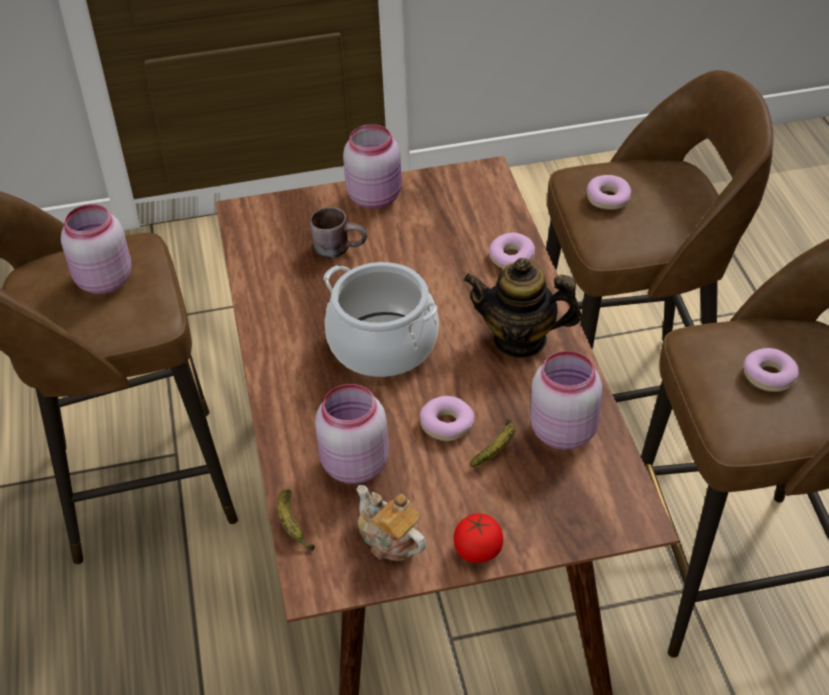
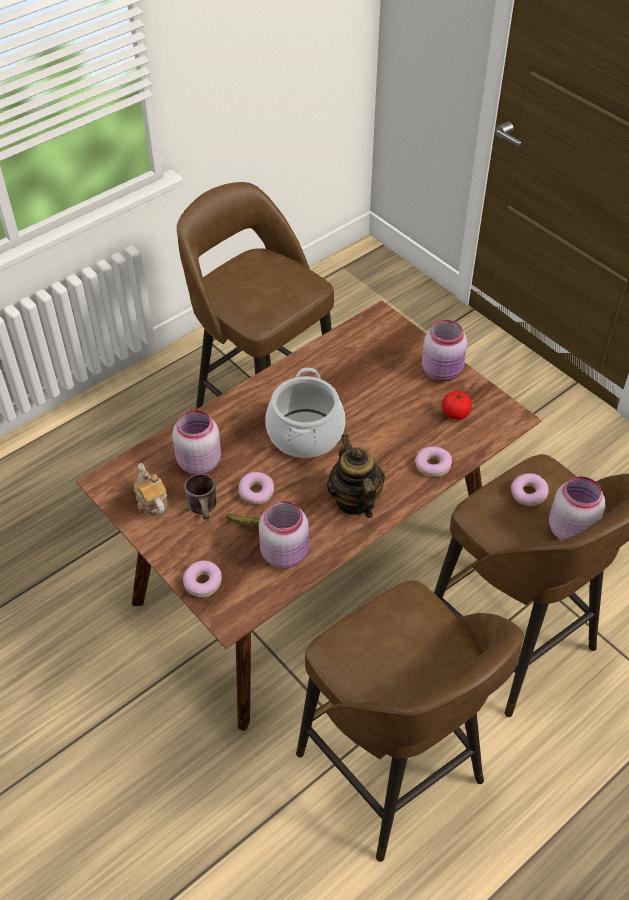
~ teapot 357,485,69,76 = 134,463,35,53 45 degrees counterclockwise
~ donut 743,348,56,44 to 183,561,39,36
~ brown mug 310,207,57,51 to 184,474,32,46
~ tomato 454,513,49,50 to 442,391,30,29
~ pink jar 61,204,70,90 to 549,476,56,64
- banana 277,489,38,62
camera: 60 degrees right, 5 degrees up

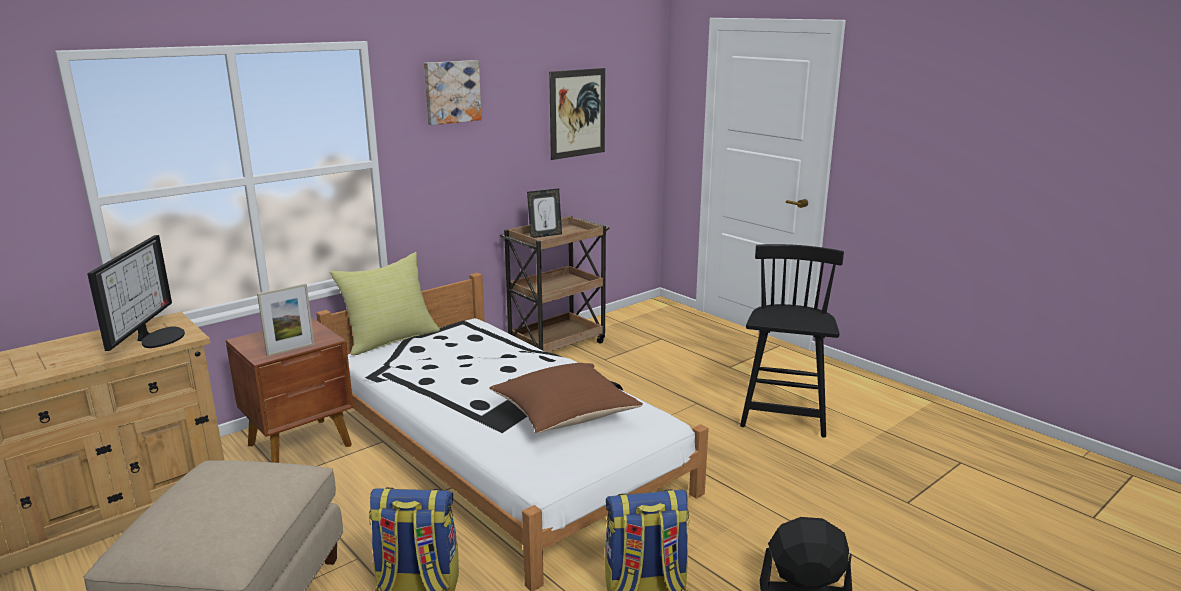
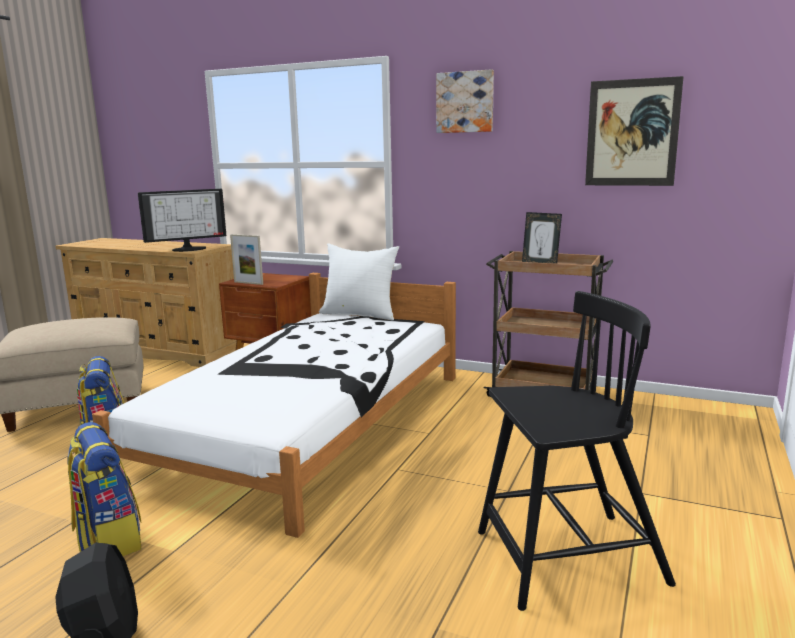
~ yellow pillow 330,252,110,103 to white pillow 319,243,80,77
- brown pillow 489,363,154,70
camera: 65 degrees right, 5 degrees down

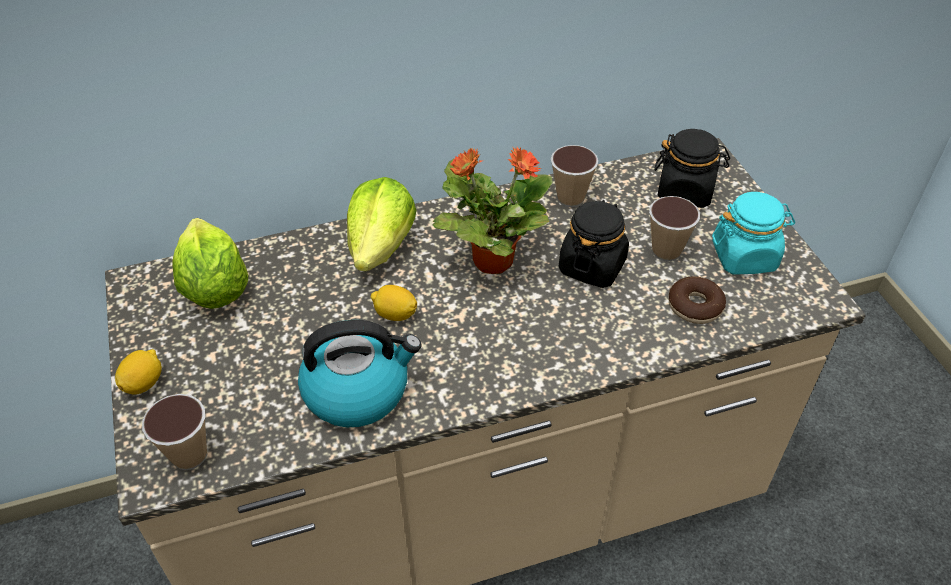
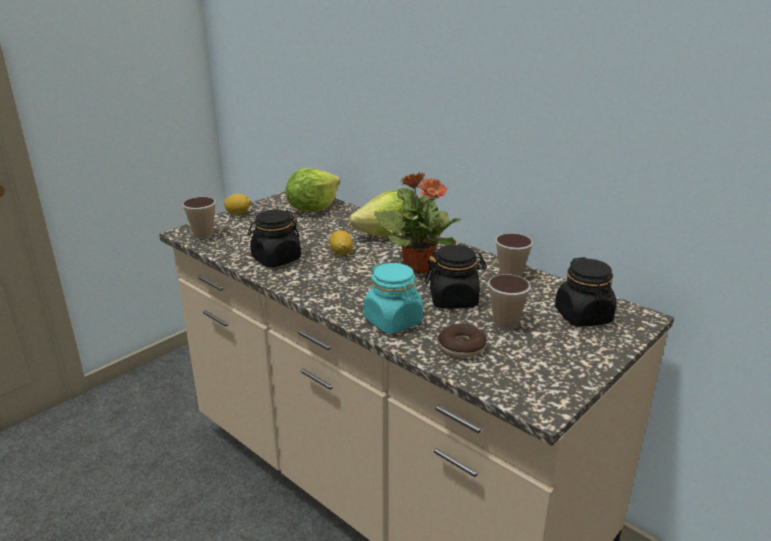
~ kettle 298,320,123,107 to black jar 248,209,53,58
~ turquoise jar 712,192,83,83 to 364,262,59,72
camera: 60 degrees right, 20 degrees down

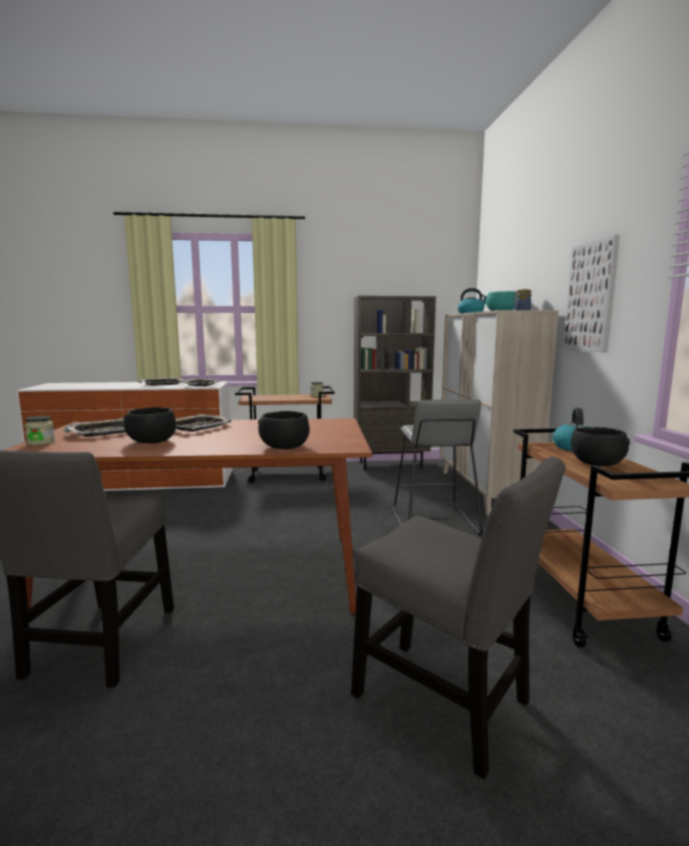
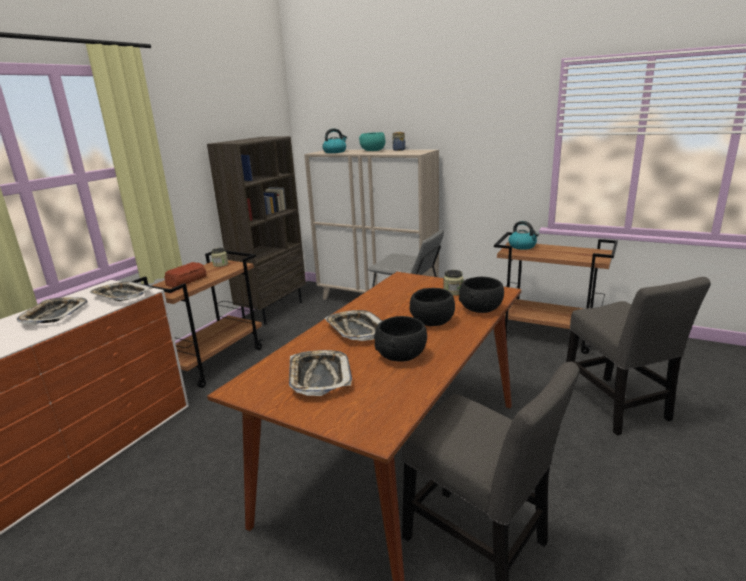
+ bread 164,262,43,26
~ black bowl 571,427,59,39 to 410,288,45,38
~ jar 25,416,30,29 to 444,270,20,26
~ grey chair 351,457,214,322 = 566,277,145,159 90 degrees clockwise
- picture 563,235,57,118
camera: 55 degrees left, 10 degrees up

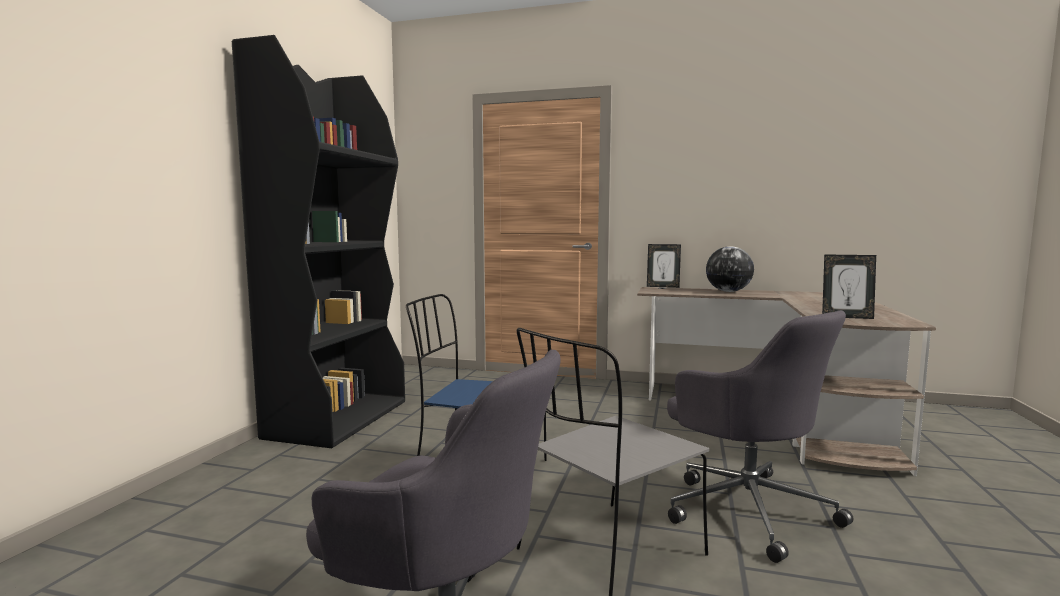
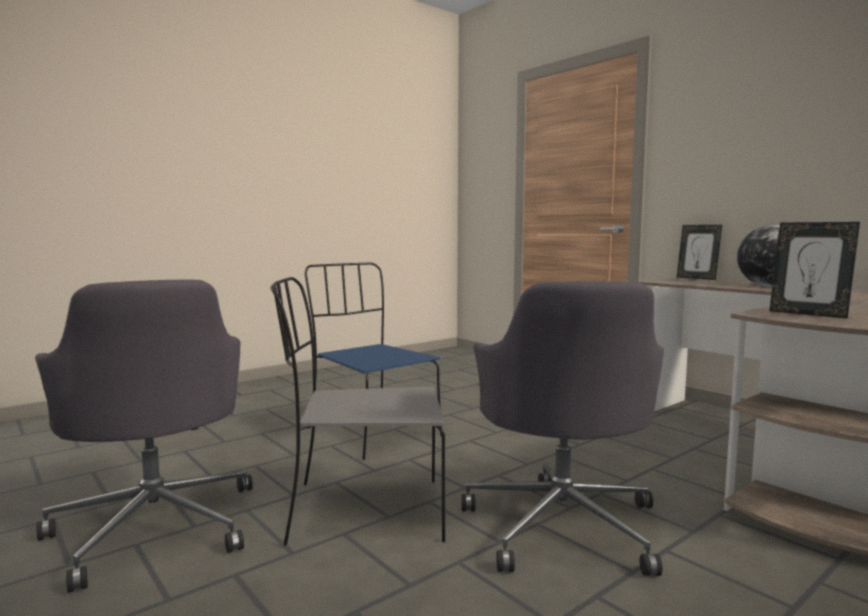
- black bookcase 232,35,173,413
camera: 35 degrees right, 0 degrees up

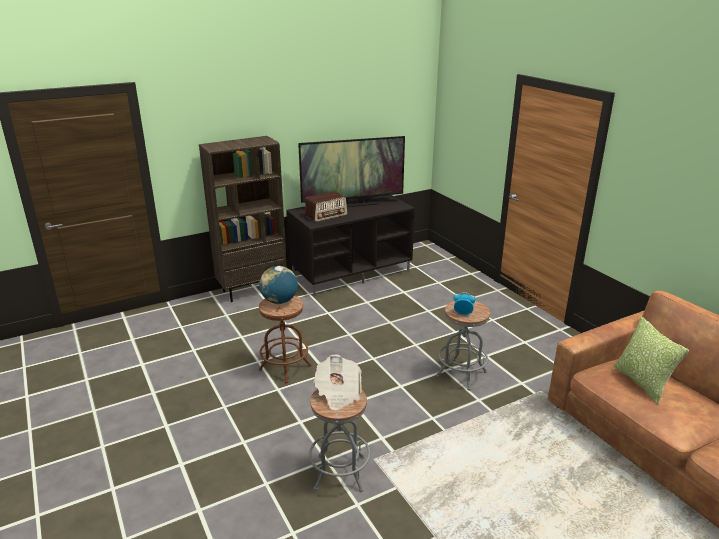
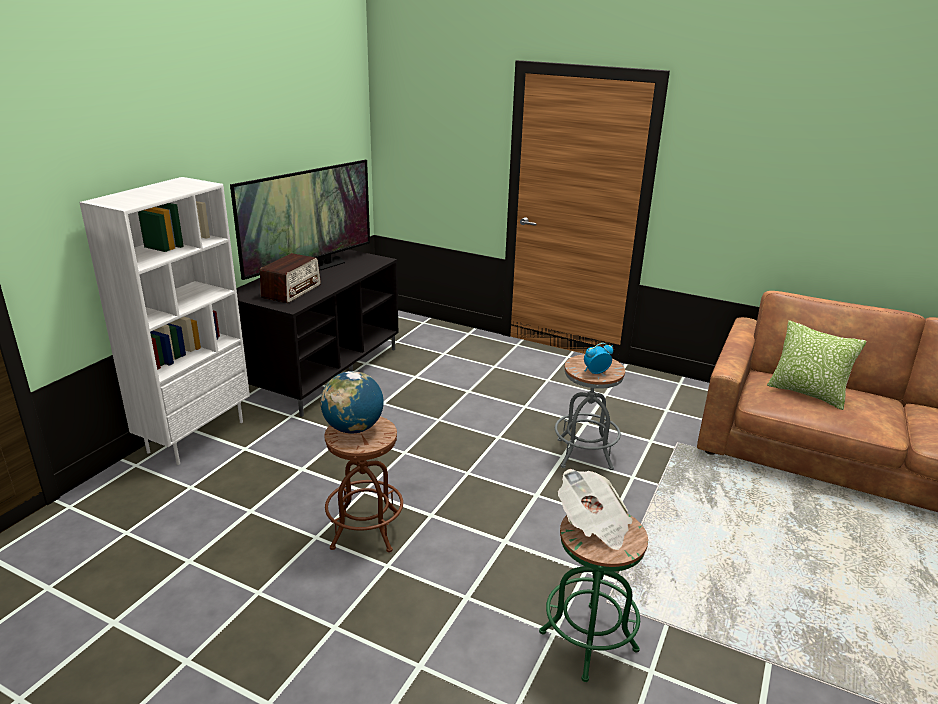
~ brown bookcase 199,136,88,166 to white bookcase 79,177,171,288
~ grey stool 309,389,62,103 to green stool 539,513,109,169
camera: 35 degrees left, 0 degrees up

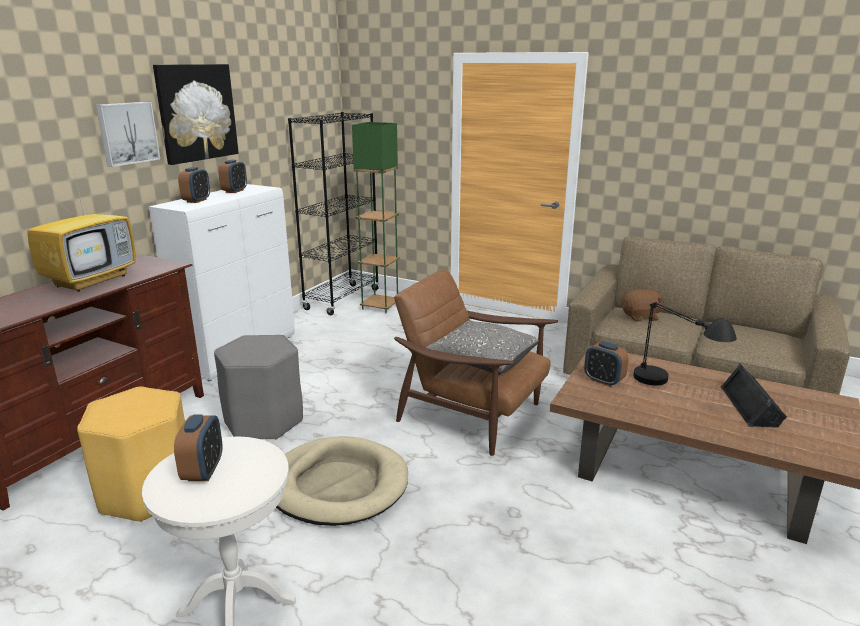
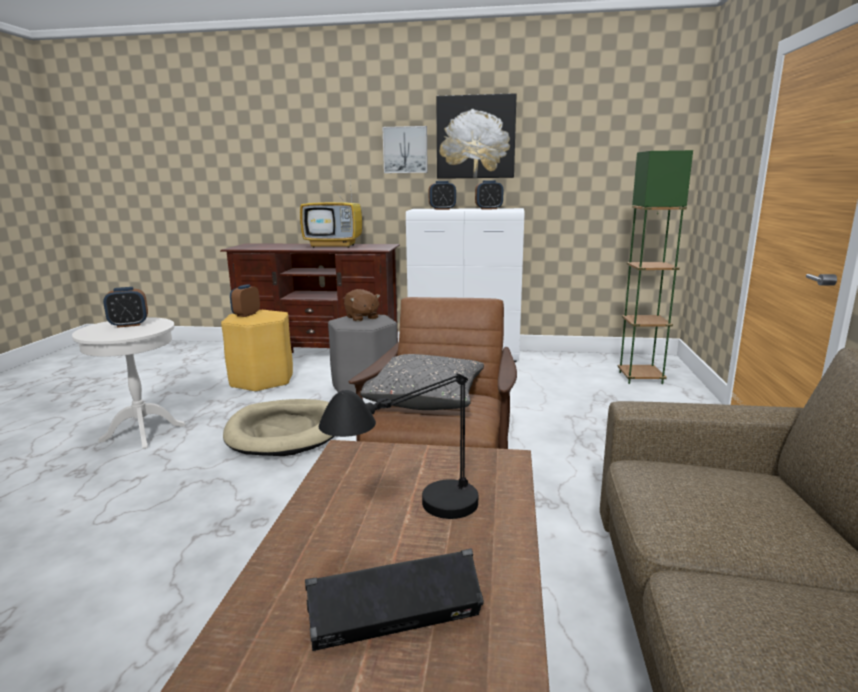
~ alarm clock 584,341,45,46 to 230,284,30,33
~ brown plush toy 621,288,43,34 to 344,289,36,33
- black bookcase 288,112,91,203
camera: 70 degrees right, 5 degrees down

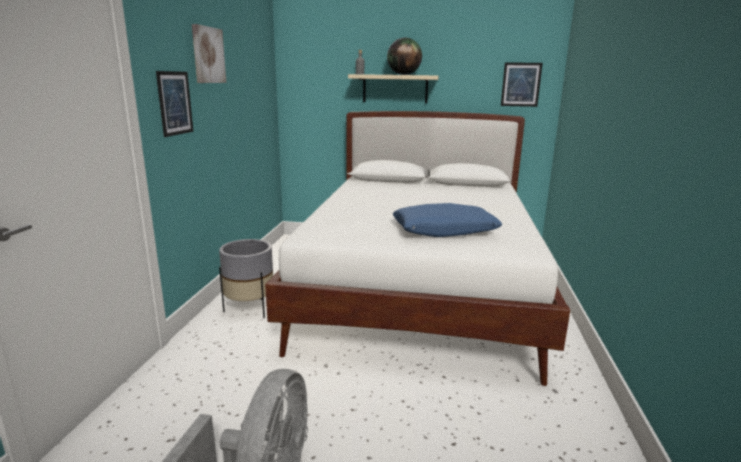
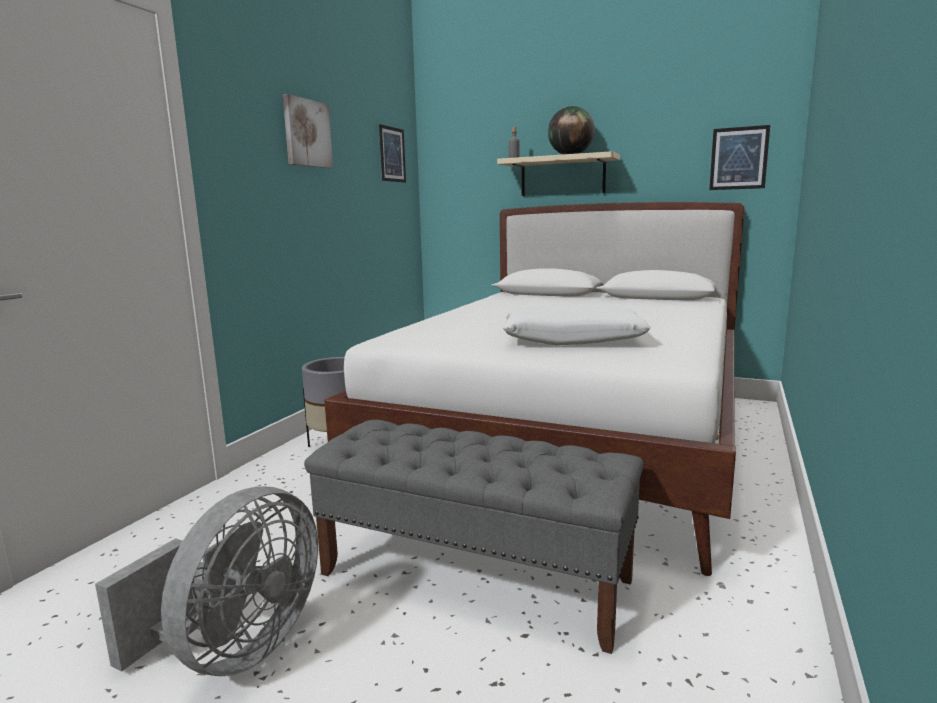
+ grey bench 304,420,340,234
~ picture 156,71,38,66 to 379,124,27,58
~ blue pillow 393,203,109,34 to white pillow 503,304,148,42
camera: 15 degrees right, 5 degrees down

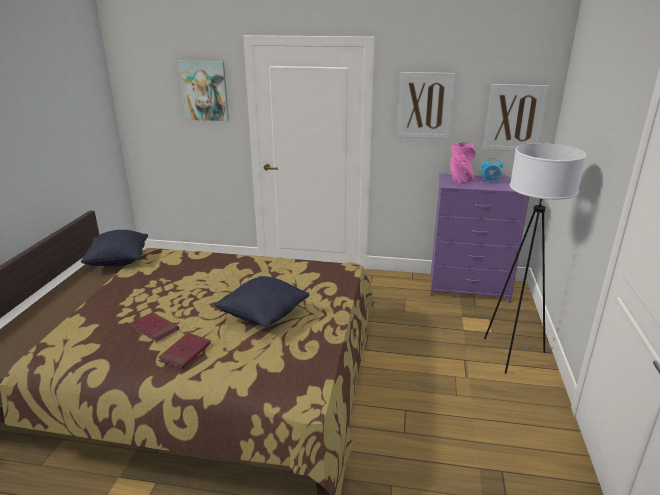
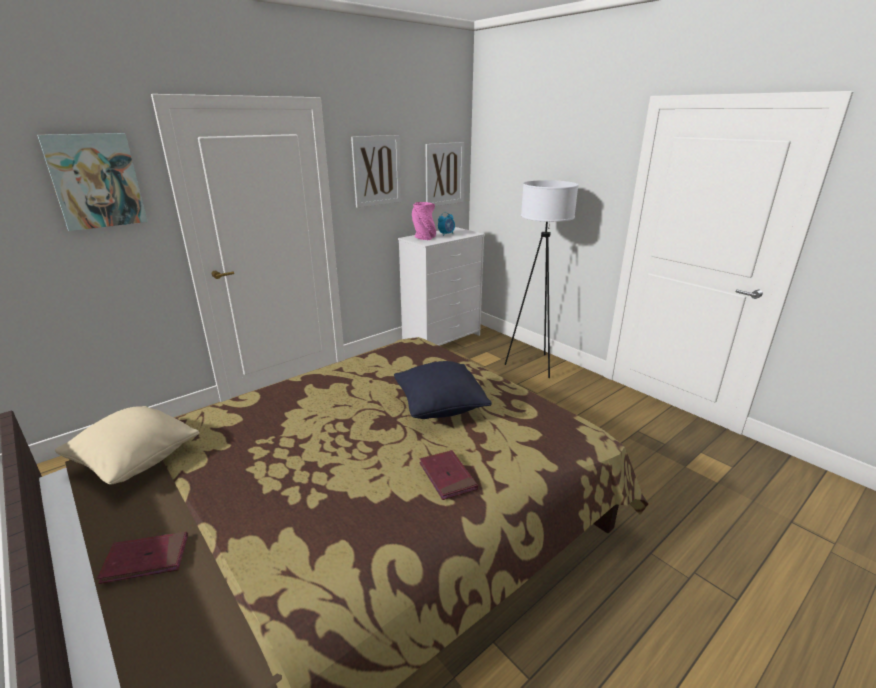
~ black pillow 81,230,67,36 to beige pillow 55,406,145,79
~ red book 130,312,49,30 to 97,532,91,52
~ purple dresser 431,174,98,129 to white dresser 398,227,87,119
camera: 50 degrees left, 0 degrees up

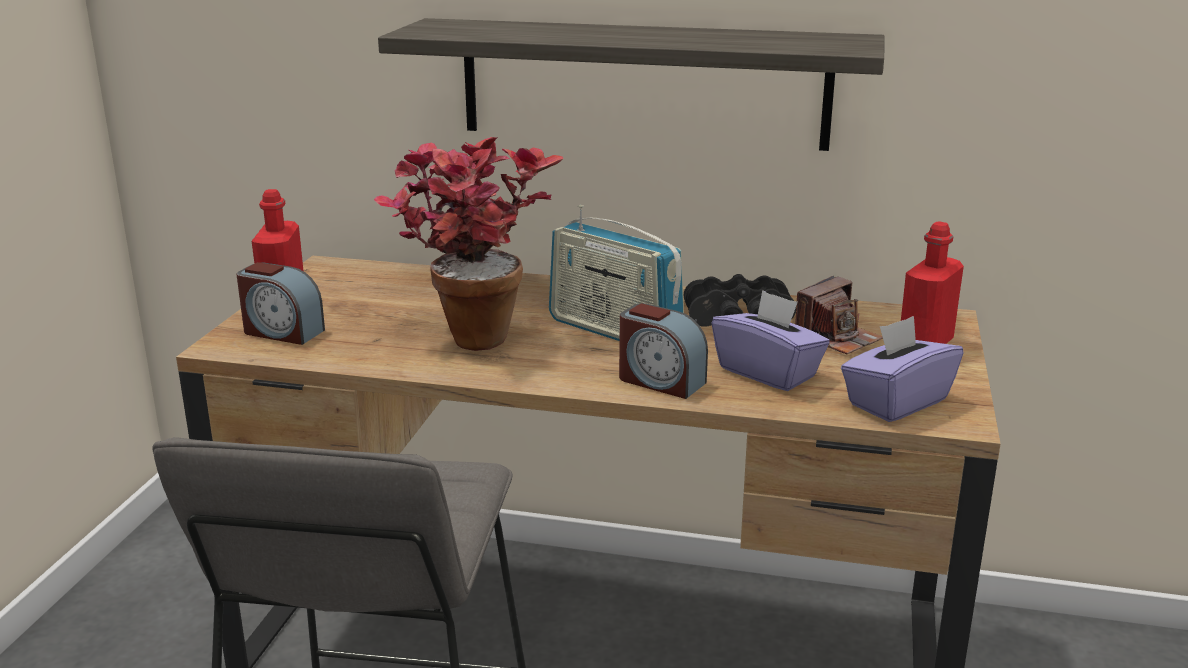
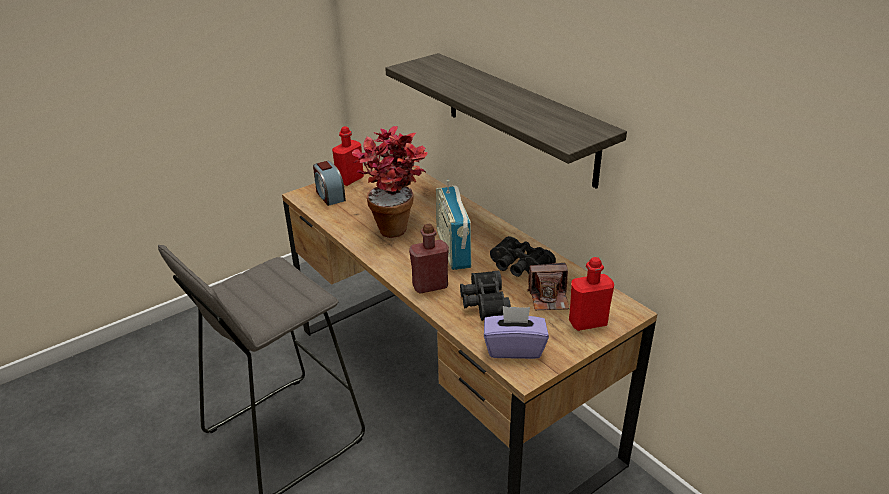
~ alarm clock 619,303,89,96 to red bottle 409,224,40,70
~ purple tissue box 711,290,119,101 to black binoculars 460,271,51,50
camera: 40 degrees right, 10 degrees up

